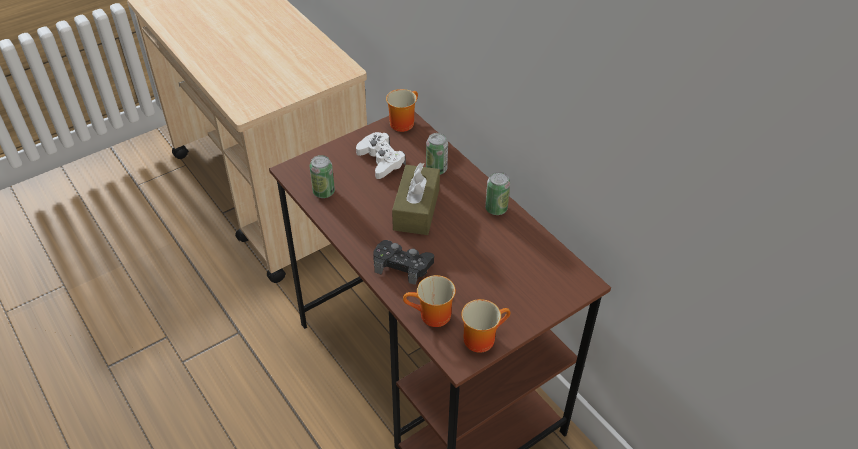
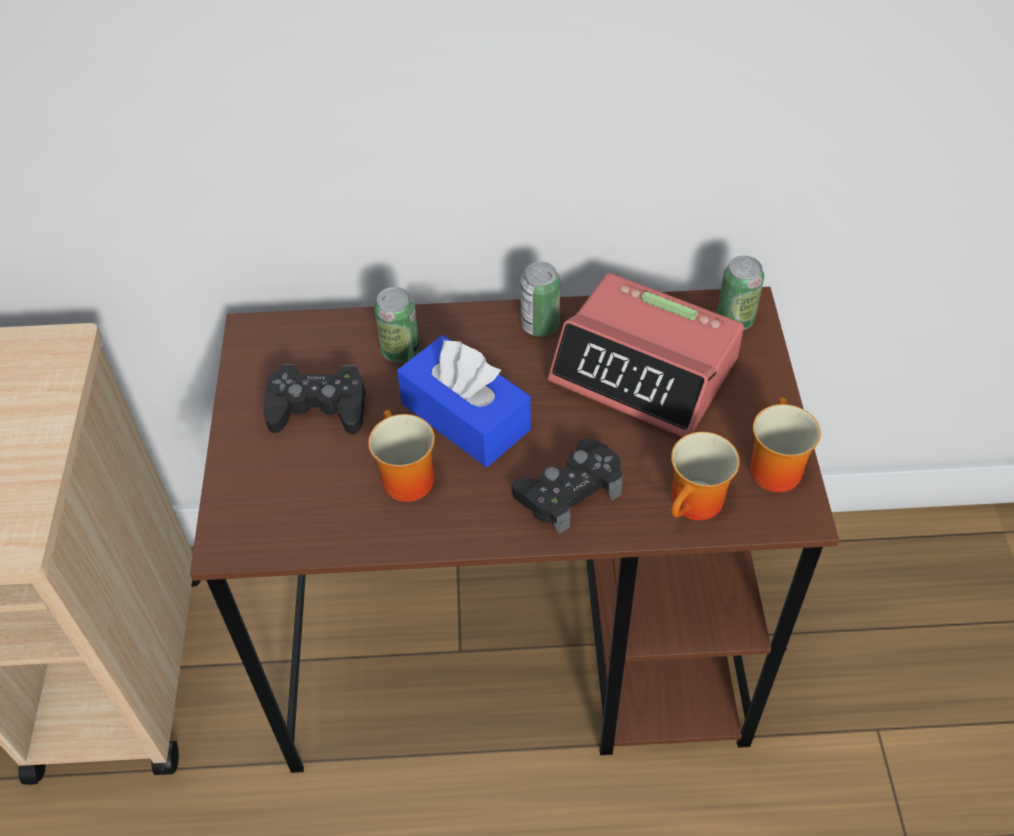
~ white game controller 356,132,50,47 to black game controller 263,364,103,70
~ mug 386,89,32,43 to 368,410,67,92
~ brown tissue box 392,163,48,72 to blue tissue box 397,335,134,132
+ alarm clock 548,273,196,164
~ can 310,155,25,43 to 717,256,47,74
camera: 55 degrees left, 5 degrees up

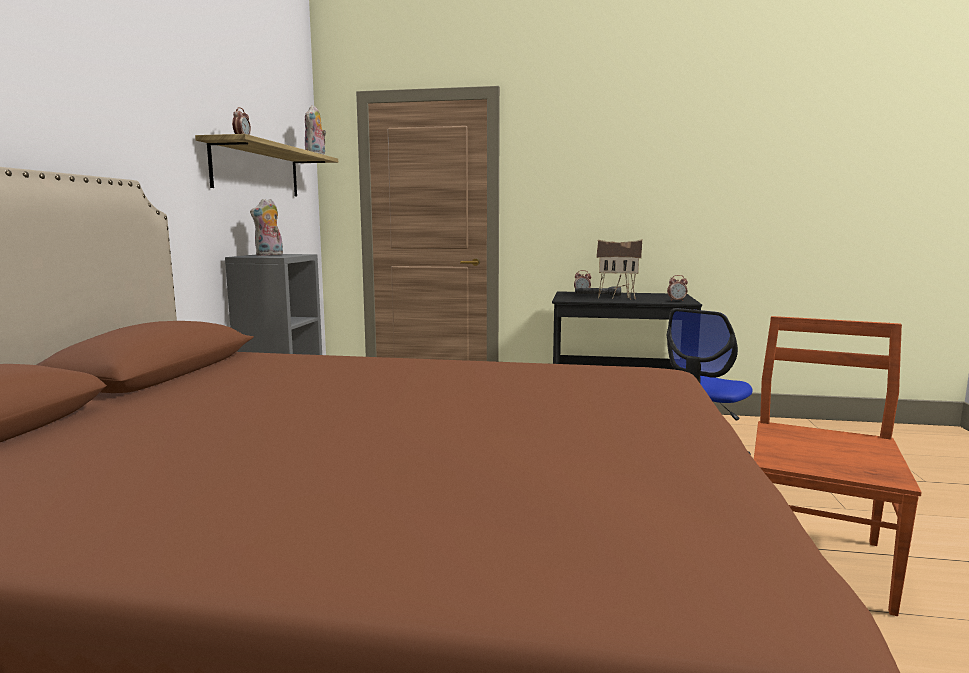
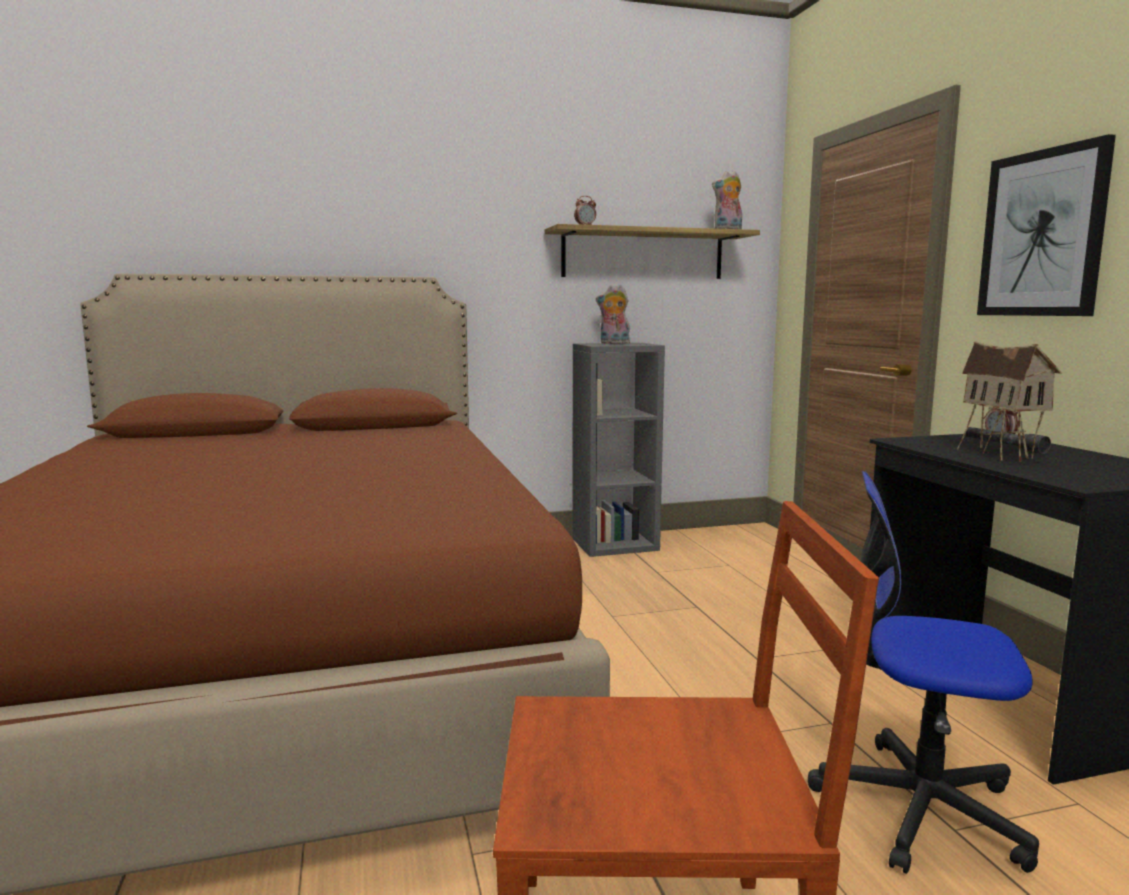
+ picture 977,134,139,182
- alarm clock 667,275,21,26
camera: 65 degrees right, 0 degrees up

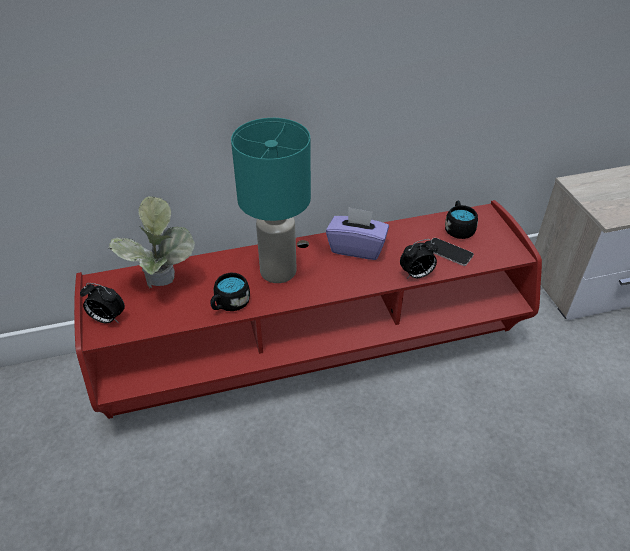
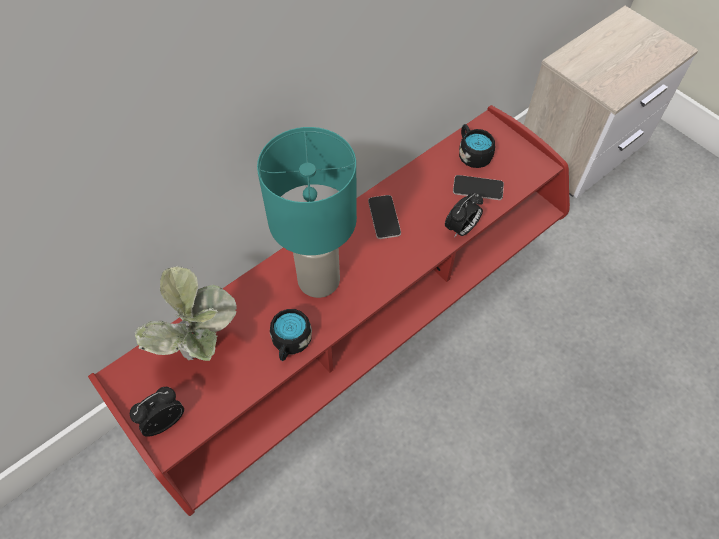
~ alarm clock 80,283,45,40 = 130,387,54,50 150 degrees clockwise
~ purple tissue box 326,207,63,53 to phone 368,195,33,44
camera: 25 degrees left, 15 degrees up

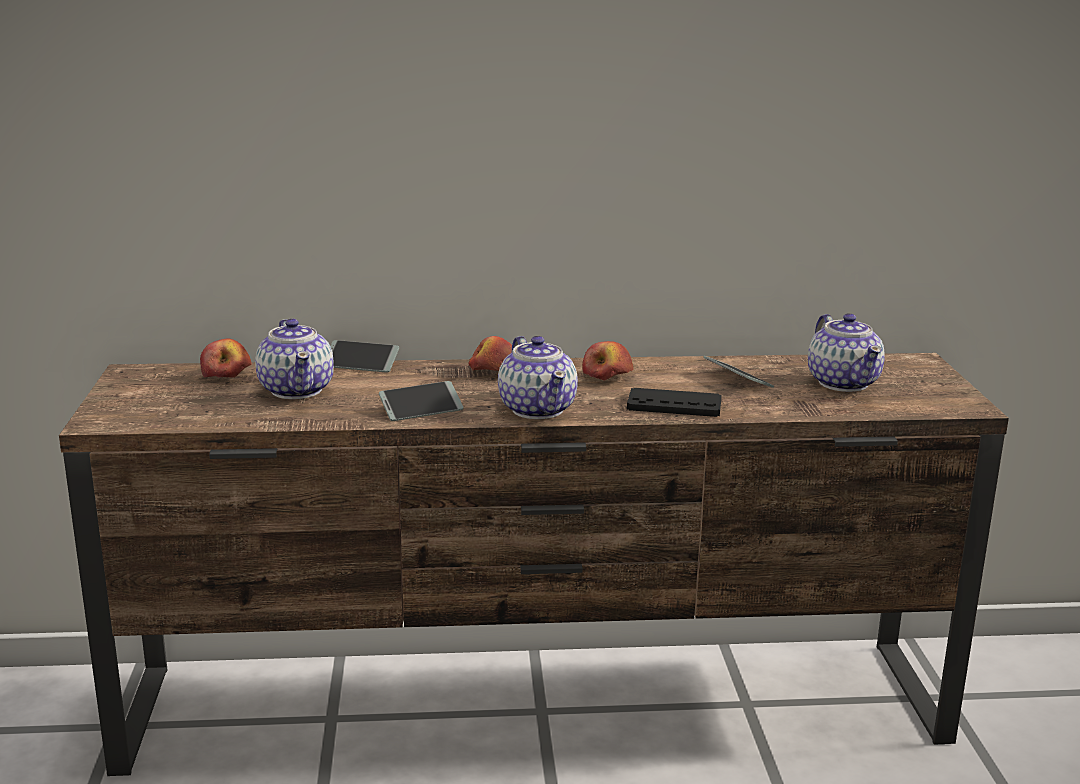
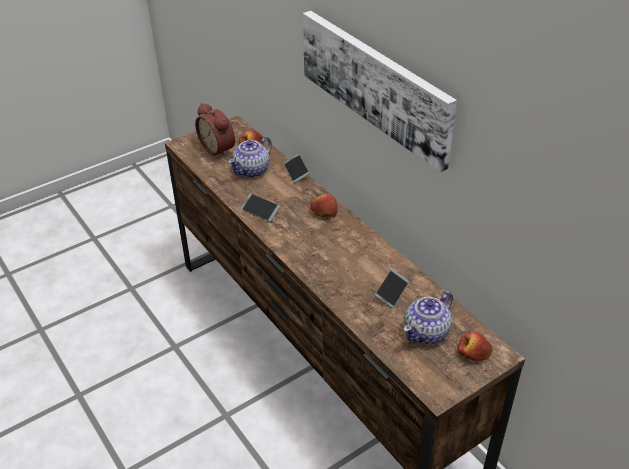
+ alarm clock 195,103,40,55
+ picture 303,11,154,161
~ apple 582,341,52,40 to 457,331,36,30
- teapot 498,336,80,83
- black game controller 627,388,95,29
camera: 60 degrees right, 20 degrees up

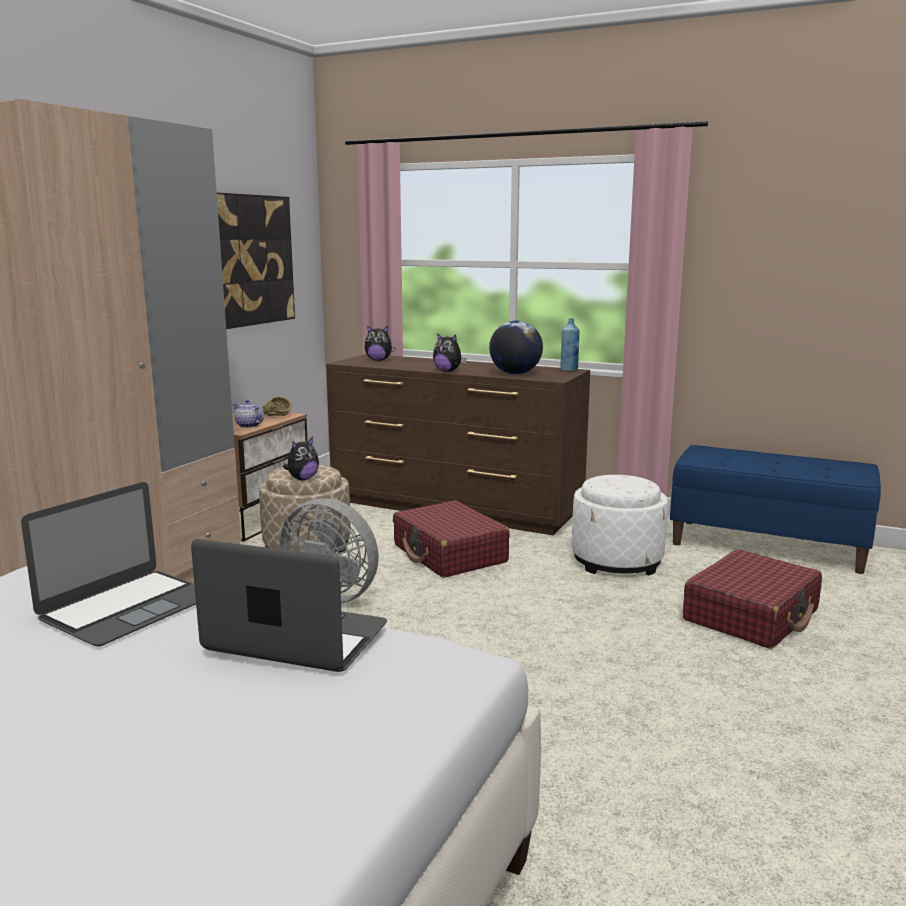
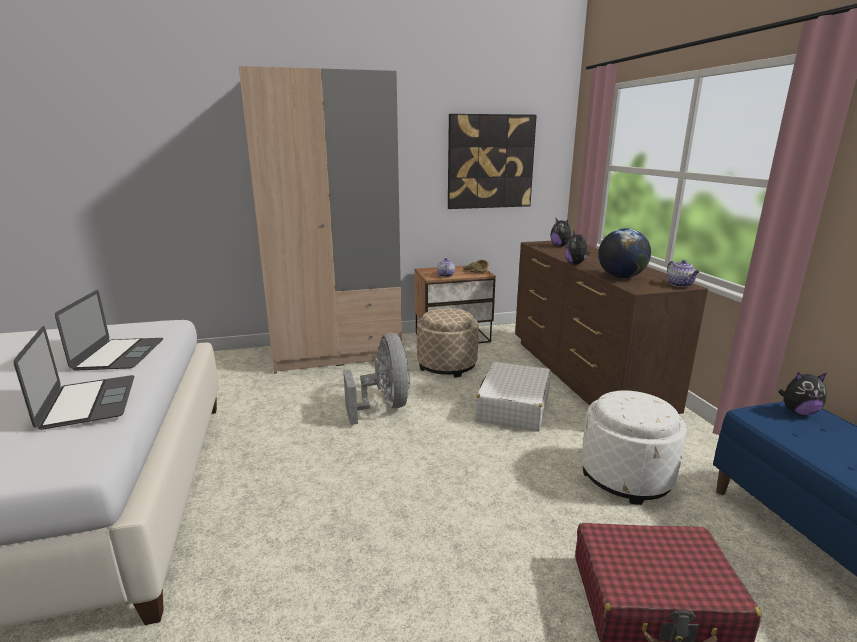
~ laptop 21,482,175,164 = 55,290,108,81 90 degrees counterclockwise
~ red suitcase 393,500,117,78 to white suitcase 475,362,76,70
~ blue bottle 560,318,20,54 to teapot 667,260,32,27
~ plush toy 283,437,36,43 to 778,372,49,43
camera: 50 degrees right, 5 degrees up

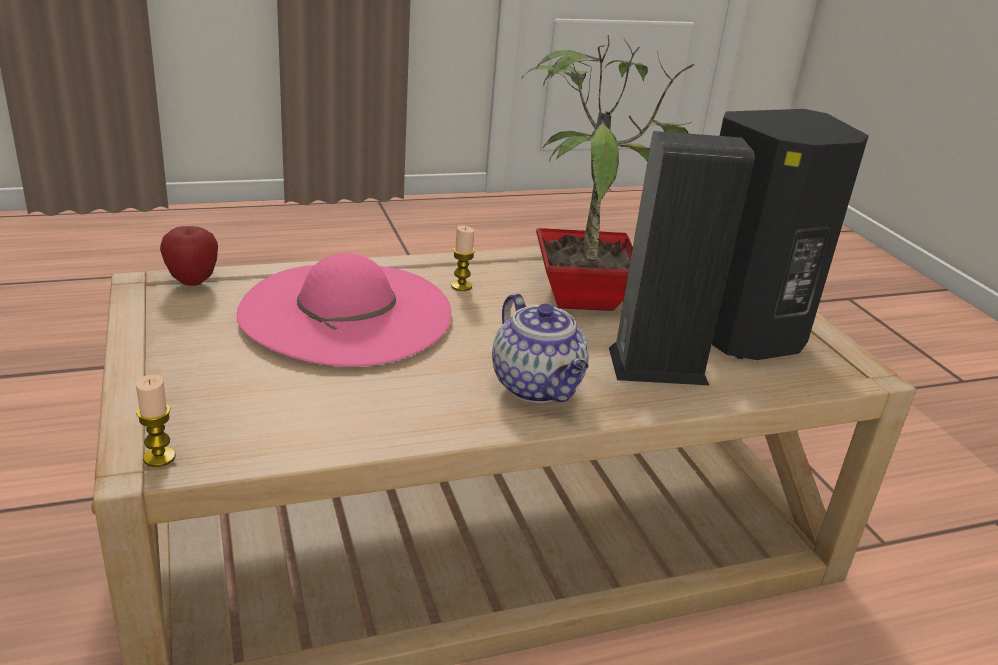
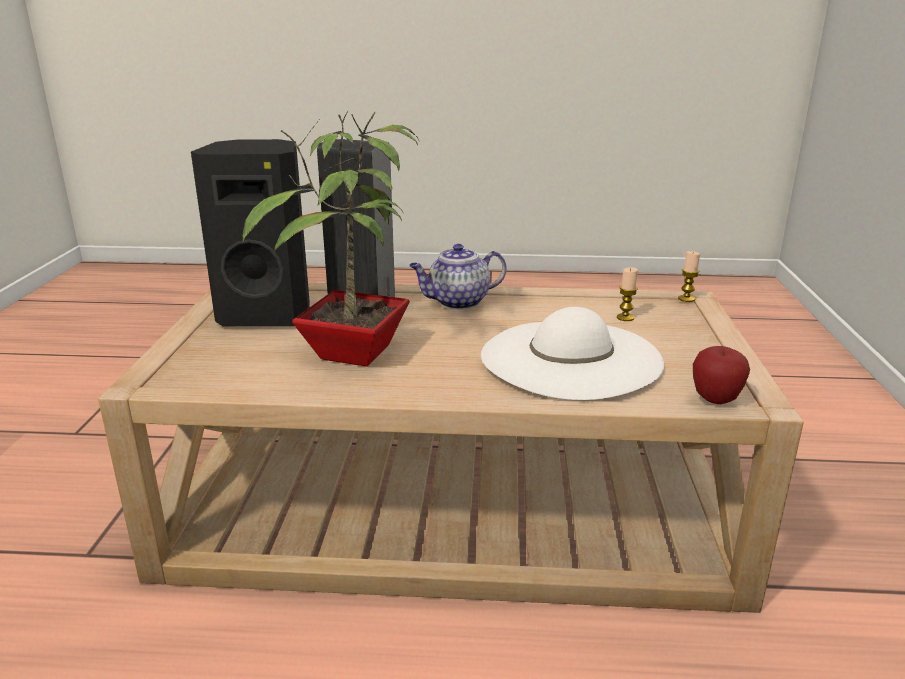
~ teapot 492,293,97,110 = 409,244,98,66 105 degrees counterclockwise
~ pink hat 237,253,214,114 to white hat 481,307,183,93
~ candle 451,226,24,65 to 617,267,21,54
camera: 155 degrees left, 5 degrees down

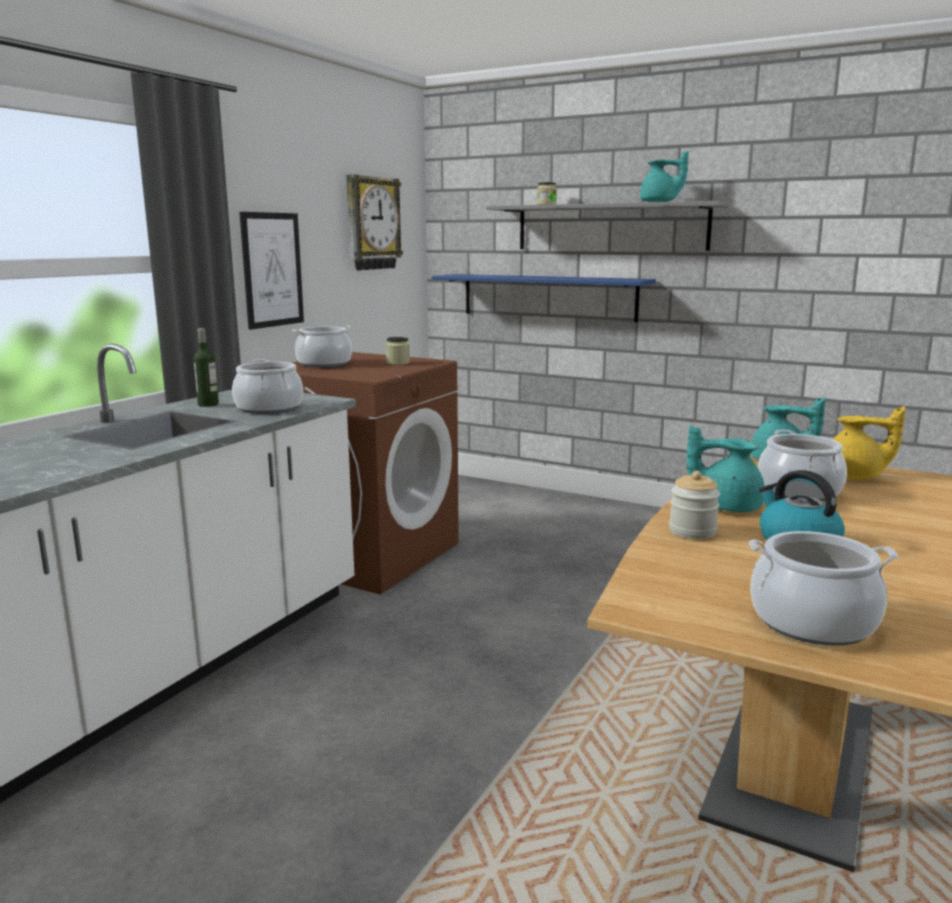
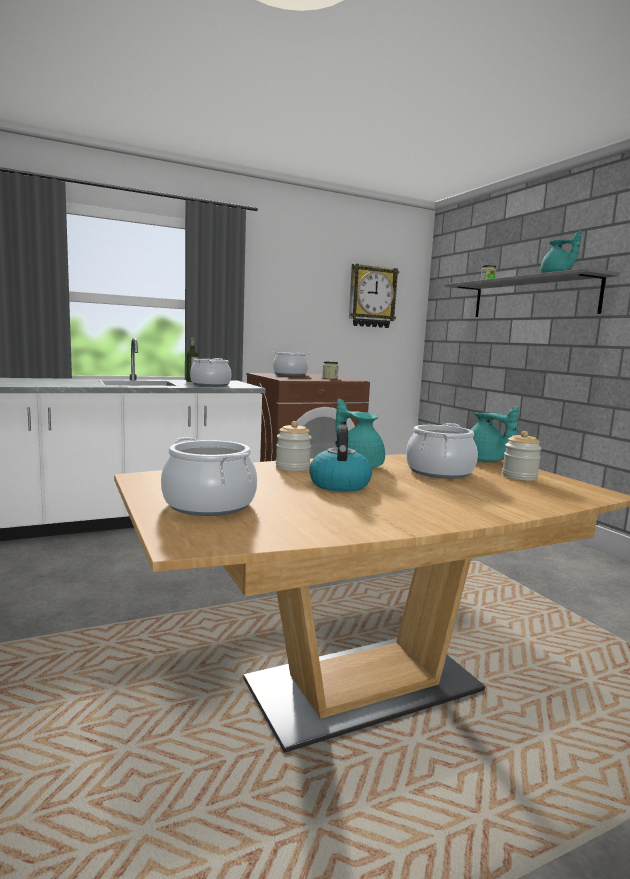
~ yellow teapot 833,406,73,74 to jar 502,431,40,50
- picture 239,212,65,118
- blue shelf 431,274,225,48
camera: 35 degrees right, 5 degrees down

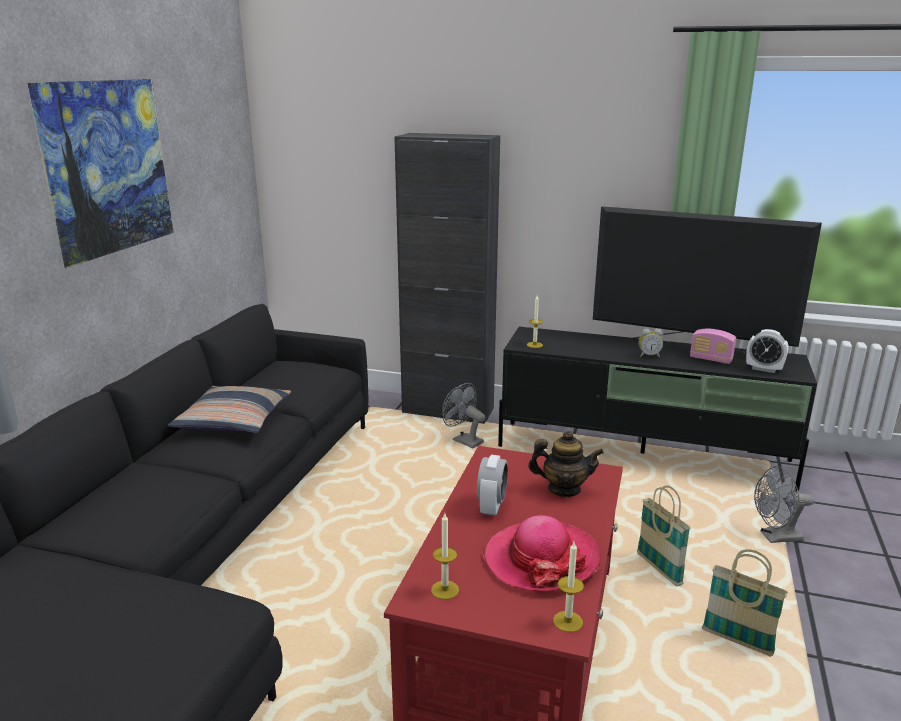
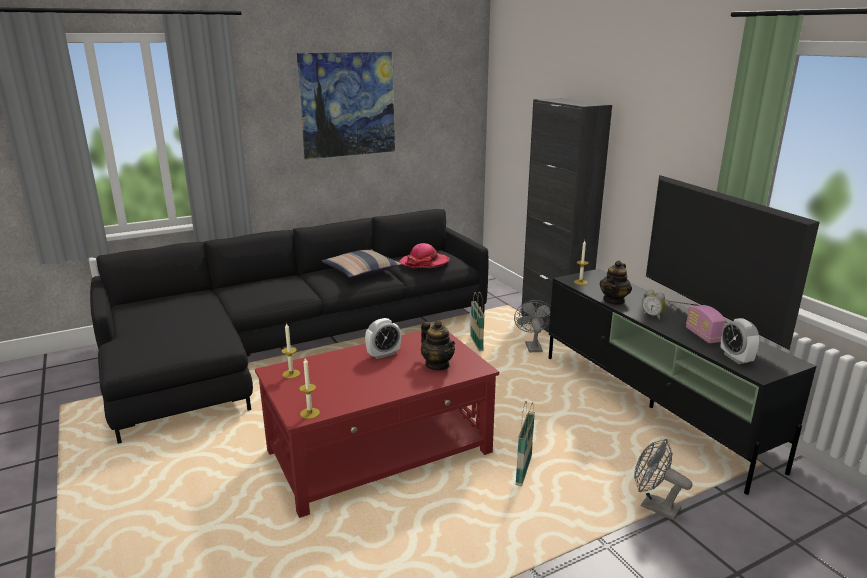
~ hat 483,515,118,76 to 399,243,51,25
~ basket 702,549,86,108 to 470,292,15,59
+ teapot 600,260,32,45
camera: 45 degrees right, 0 degrees up

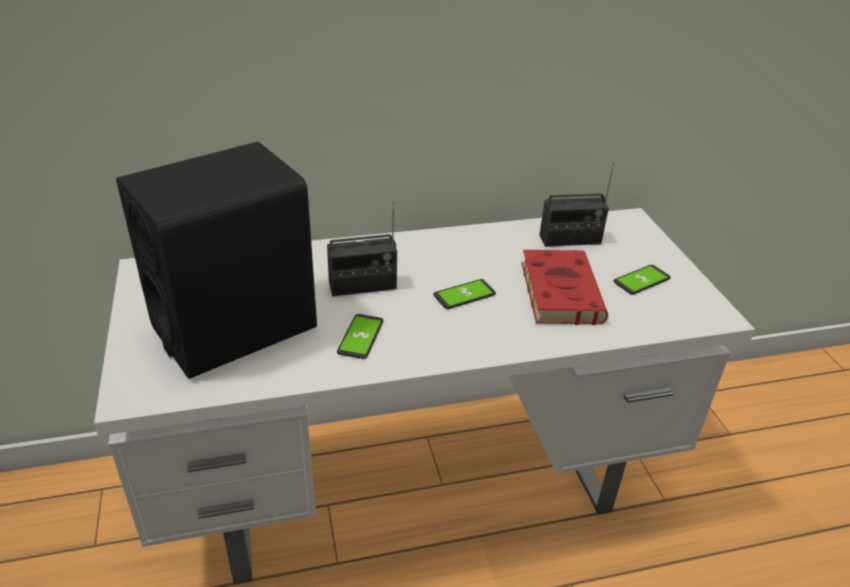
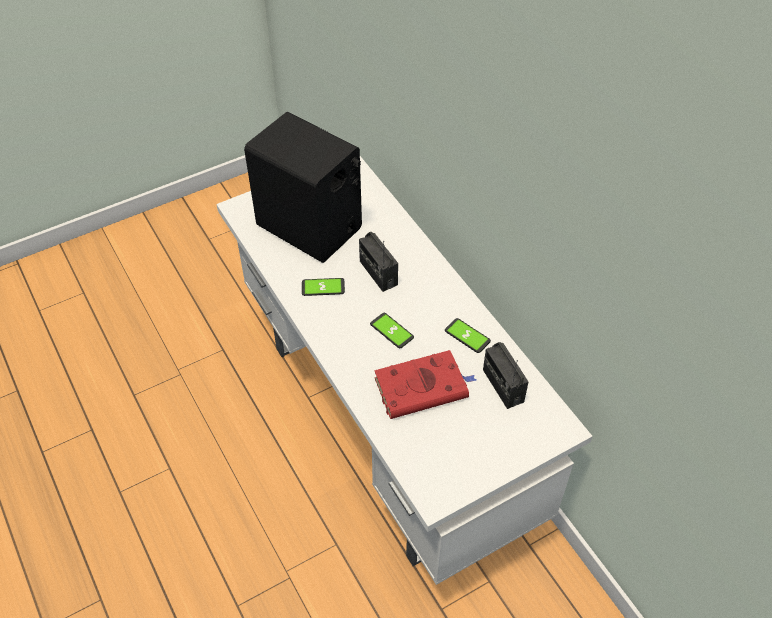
~ phone 614,265,57,30 to 445,318,46,35
camera: 75 degrees right, 15 degrees up

